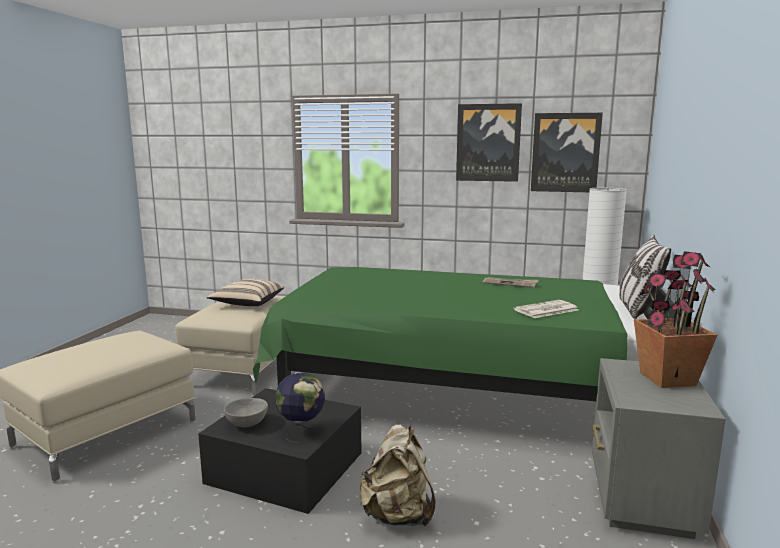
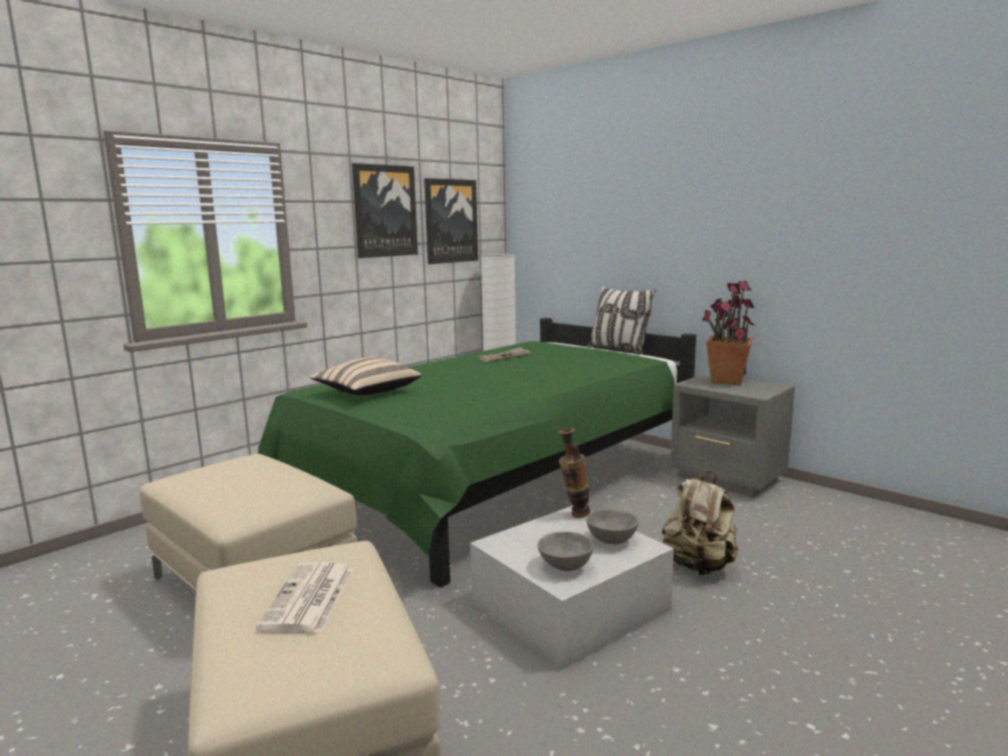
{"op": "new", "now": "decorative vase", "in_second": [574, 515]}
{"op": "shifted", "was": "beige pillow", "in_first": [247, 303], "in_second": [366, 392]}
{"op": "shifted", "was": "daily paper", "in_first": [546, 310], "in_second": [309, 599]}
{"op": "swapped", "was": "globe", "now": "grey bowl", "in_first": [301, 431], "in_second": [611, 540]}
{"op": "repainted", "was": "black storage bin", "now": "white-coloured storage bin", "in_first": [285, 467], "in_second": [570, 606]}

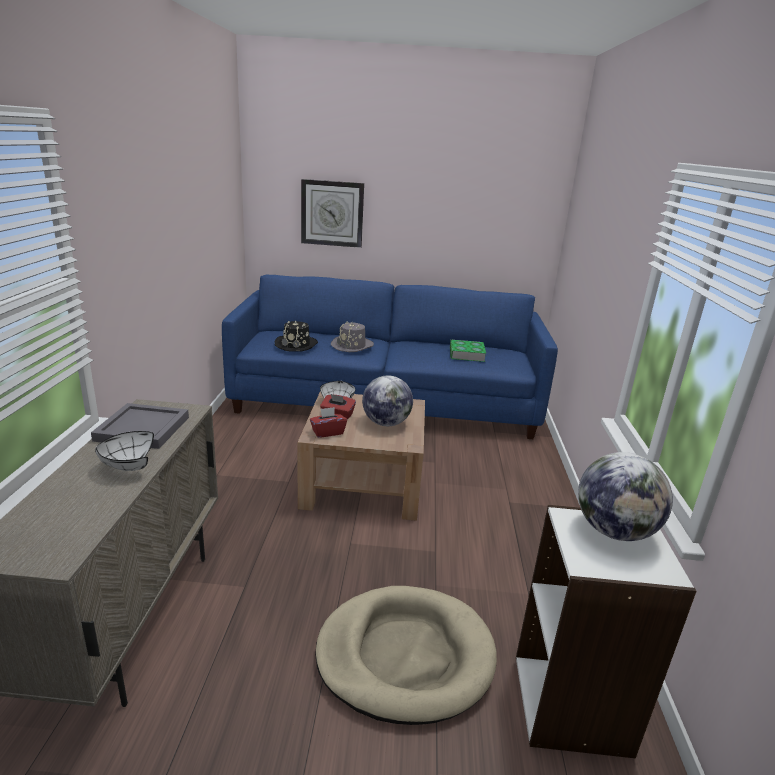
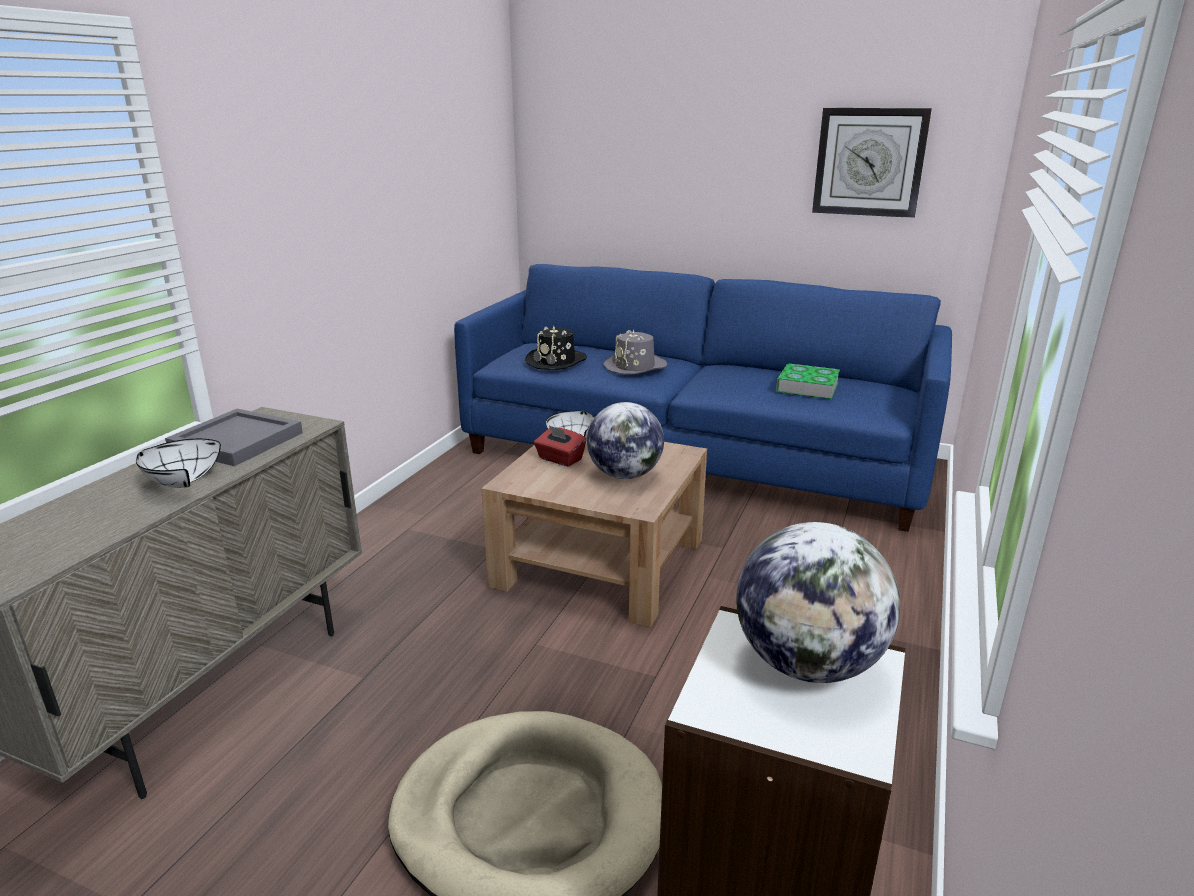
{"op": "gone", "was": "red-coloured box of tissues", "in_first": [327, 432]}
{"op": "shifted", "was": "hanging clock", "in_first": [332, 213], "in_second": [869, 162]}

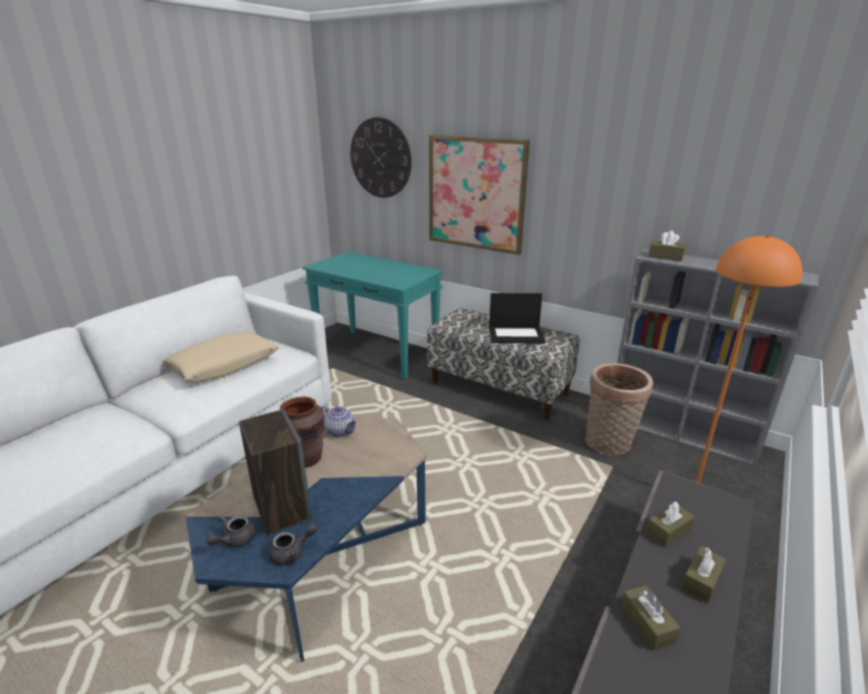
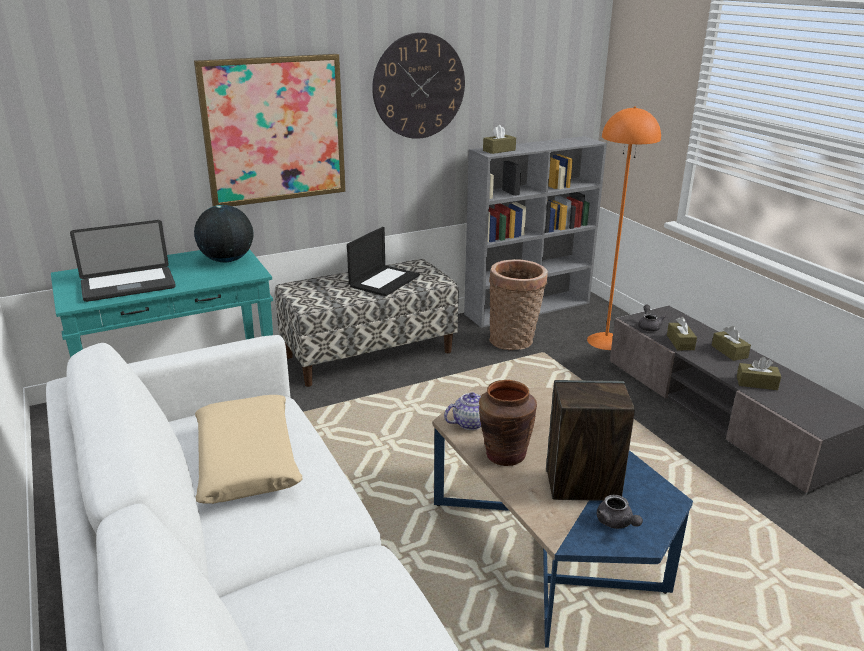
{"op": "new", "now": "notebook computer", "in_second": [128, 285]}
{"op": "new", "now": "globe", "in_second": [227, 260]}
{"op": "shifted", "was": "grey tea pot", "in_first": [292, 553], "in_second": [648, 326]}
{"op": "shifted", "was": "hanging clock", "in_first": [380, 158], "in_second": [419, 86]}

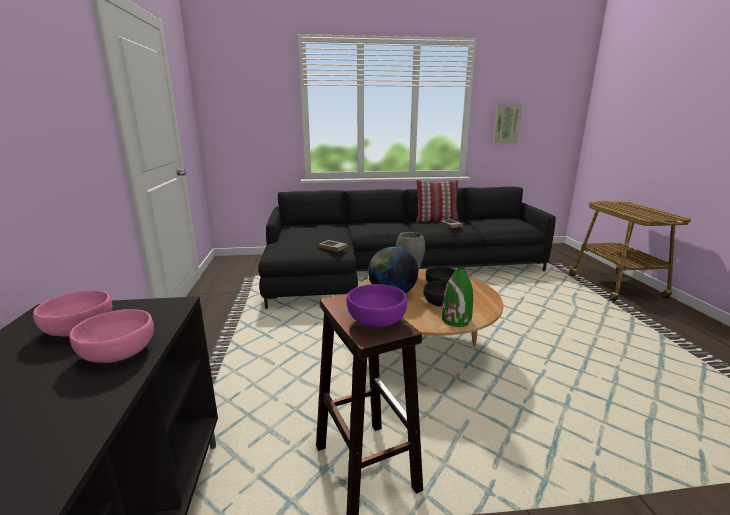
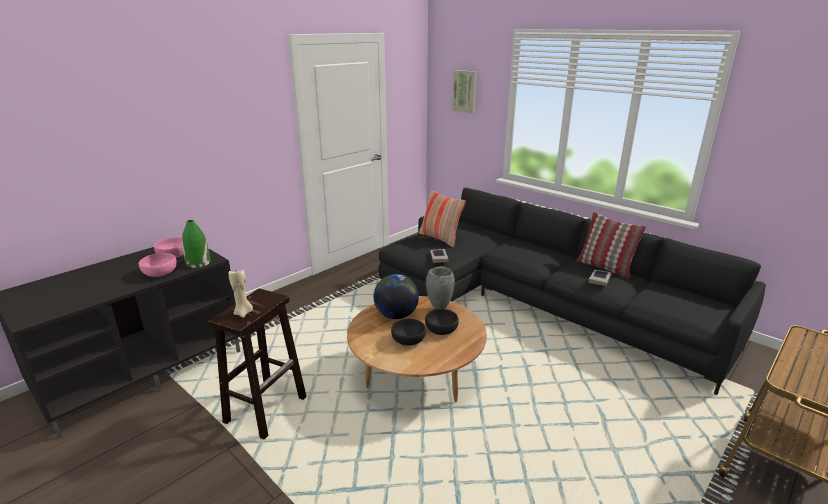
{"op": "new", "now": "pillow", "in_second": [440, 238]}
{"op": "shifted", "was": "green-coloured decorative vase", "in_first": [456, 320], "in_second": [198, 263]}
{"op": "shifted", "was": "wall art", "in_first": [506, 124], "in_second": [465, 91]}
{"op": "swapped", "was": "purplish bowl", "now": "beige wax candle", "in_first": [377, 320], "in_second": [243, 313]}

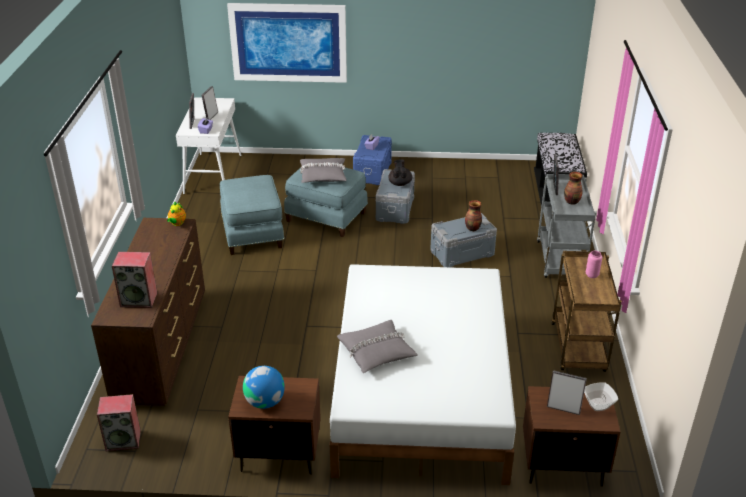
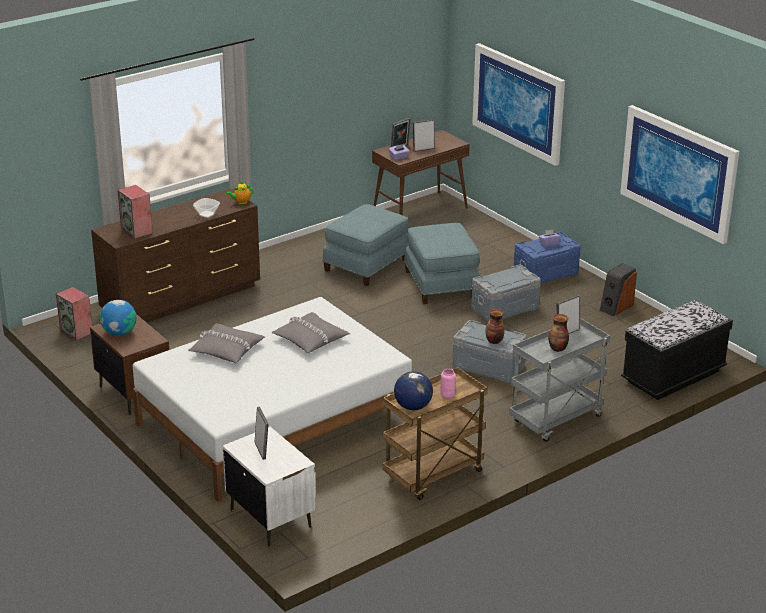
{"op": "gone", "was": "black tea pot", "in_first": [400, 183]}
{"op": "new", "now": "globe", "in_second": [413, 407]}
{"op": "new", "now": "audio speaker", "in_second": [616, 307]}
{"op": "new", "now": "wall art", "in_second": [678, 172]}
{"op": "shifted", "was": "grey pillow", "in_first": [323, 175], "in_second": [310, 339]}
{"op": "shifted", "was": "bowl", "in_first": [598, 404], "in_second": [207, 214]}
{"op": "repainted", "was": "white-coloured console table", "now": "brownish console table", "in_first": [213, 174], "in_second": [420, 211]}
{"op": "repainted", "was": "brownish nightstand", "now": "white-coloured nightstand", "in_first": [562, 464], "in_second": [270, 518]}

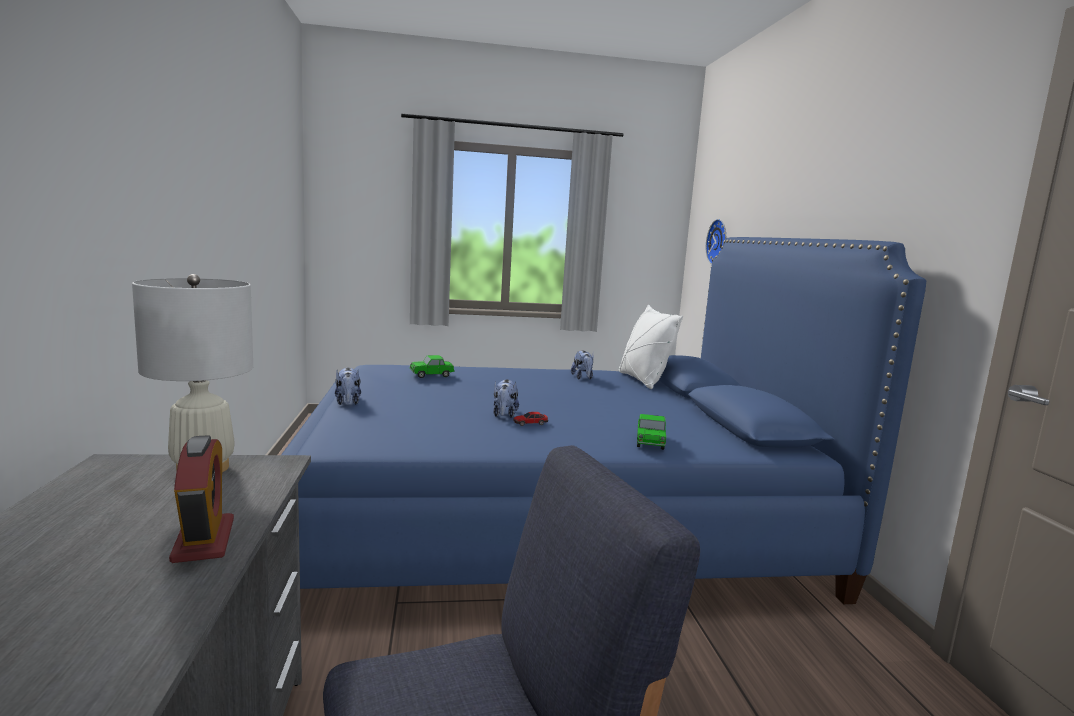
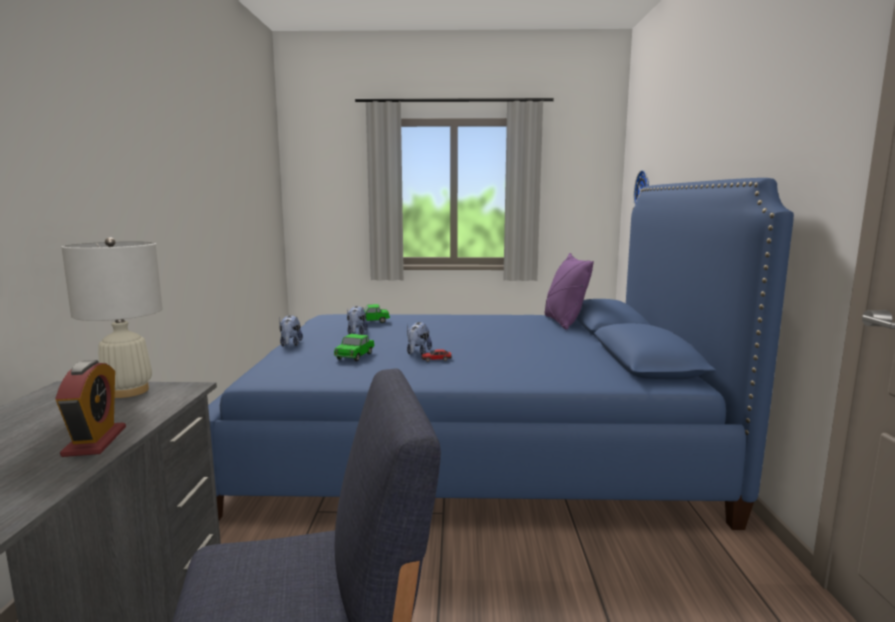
{"op": "shifted", "was": "cuddly toy", "in_first": [582, 378], "in_second": [356, 333]}
{"op": "shifted", "was": "model car", "in_first": [650, 442], "in_second": [355, 356]}
{"op": "repainted", "was": "white-coloured pillow", "now": "purplish pillow", "in_first": [643, 380], "in_second": [564, 322]}

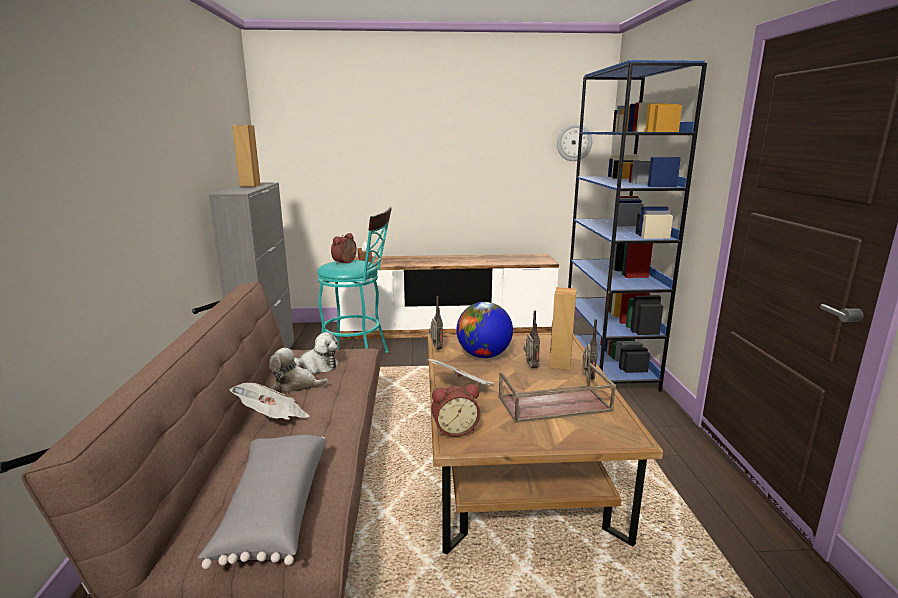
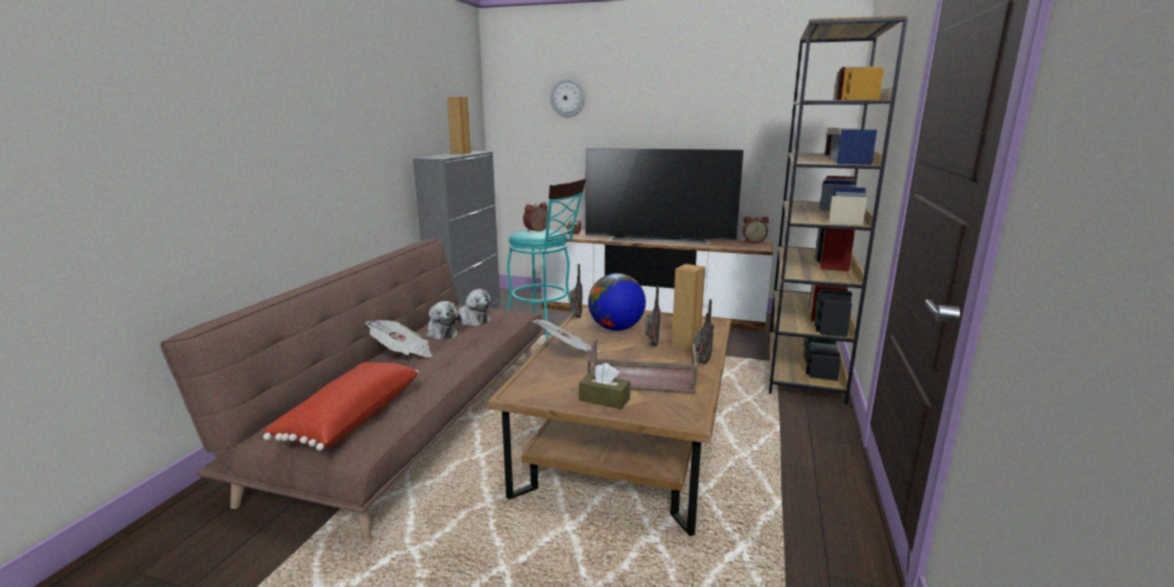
{"op": "new", "now": "brownish box of tissues", "in_second": [604, 399]}
{"op": "new", "now": "TV set", "in_second": [659, 239]}
{"op": "shifted", "was": "table clock", "in_first": [454, 429], "in_second": [753, 241]}
{"op": "shifted", "was": "hanging clock", "in_first": [574, 142], "in_second": [568, 98]}
{"op": "repainted", "was": "grey pillow", "now": "red-coloured pillow", "in_first": [273, 511], "in_second": [350, 418]}
{"op": "repainted", "was": "blue shelving unit", "now": "brownish shelving unit", "in_first": [608, 365], "in_second": [804, 369]}
{"op": "rotated", "was": "cuddly toy", "in_first": [296, 385], "in_second": [442, 332], "clockwise": -150}

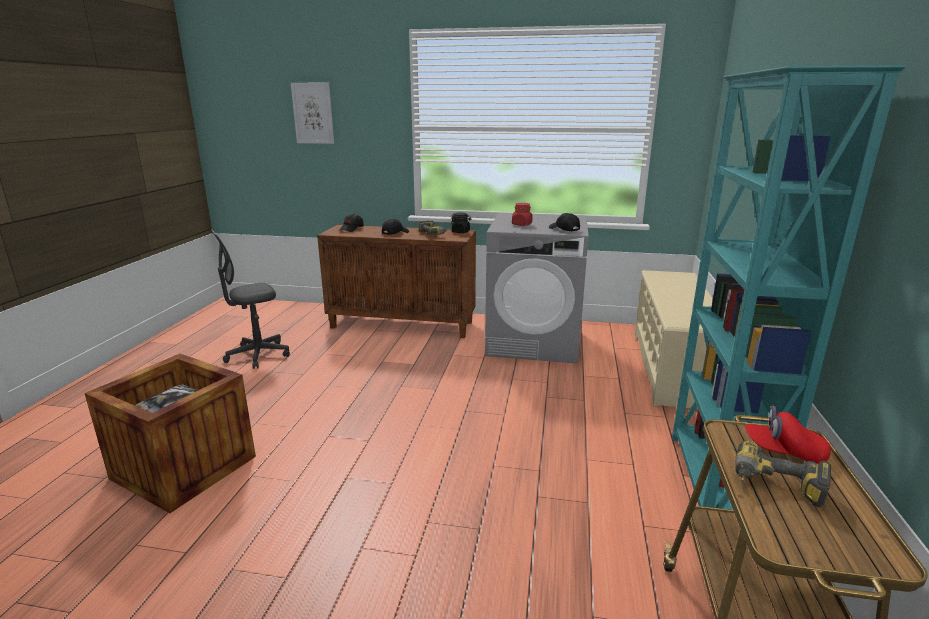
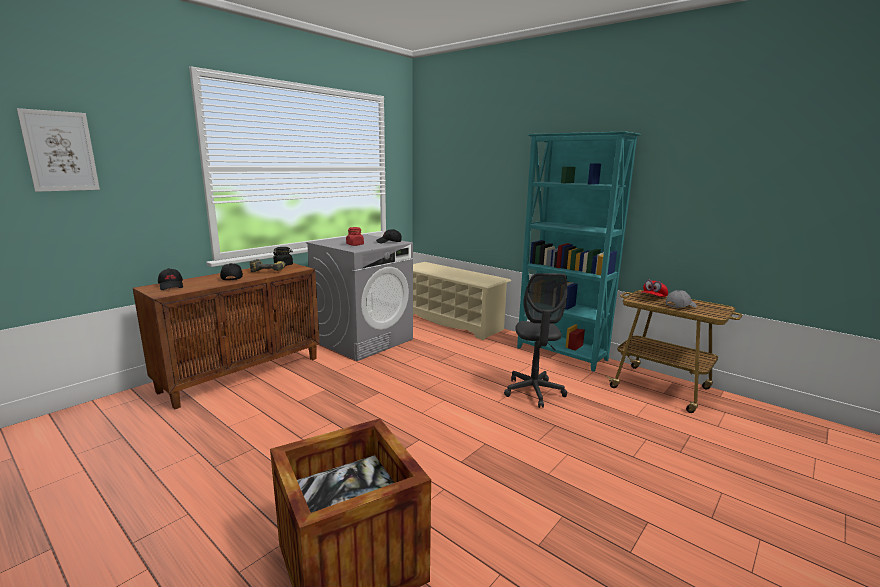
{"op": "shifted", "was": "grey office chair", "in_first": [258, 355], "in_second": [534, 392]}
{"op": "swapped", "was": "power drill", "now": "grey baseball cap", "in_first": [775, 488], "in_second": [680, 306]}

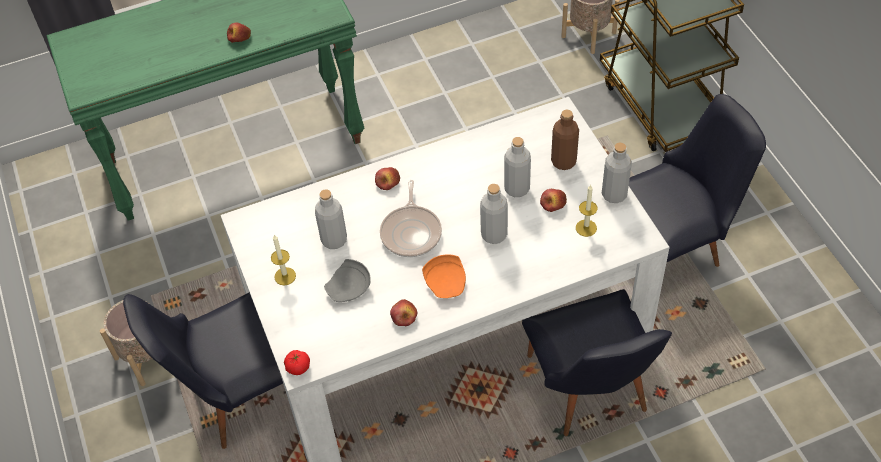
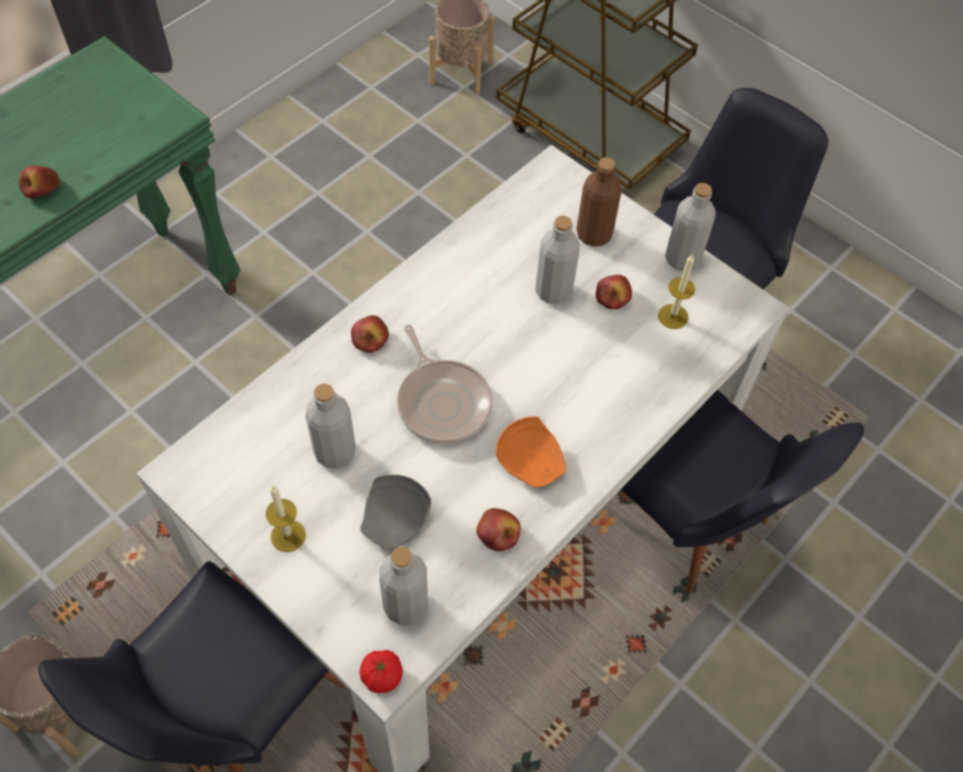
{"op": "shifted", "was": "grey drink bottle", "in_first": [494, 234], "in_second": [406, 605]}

